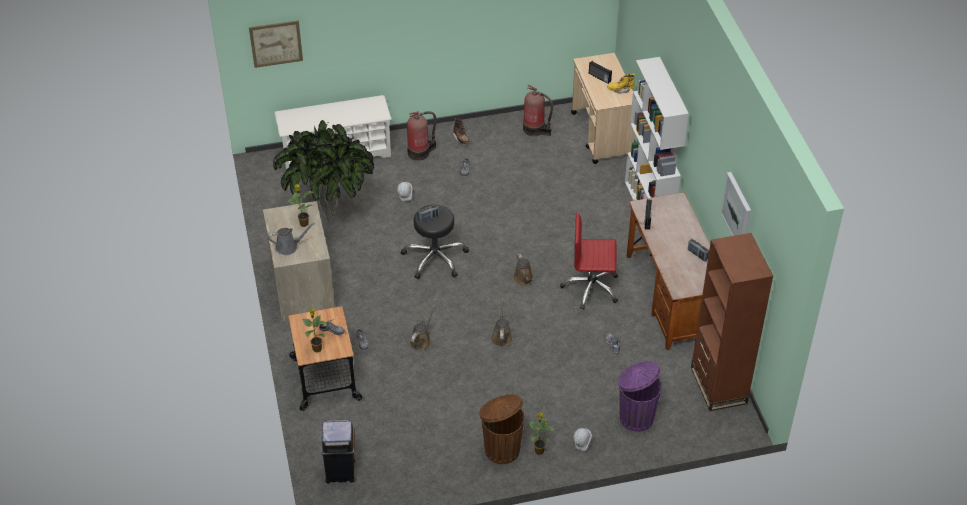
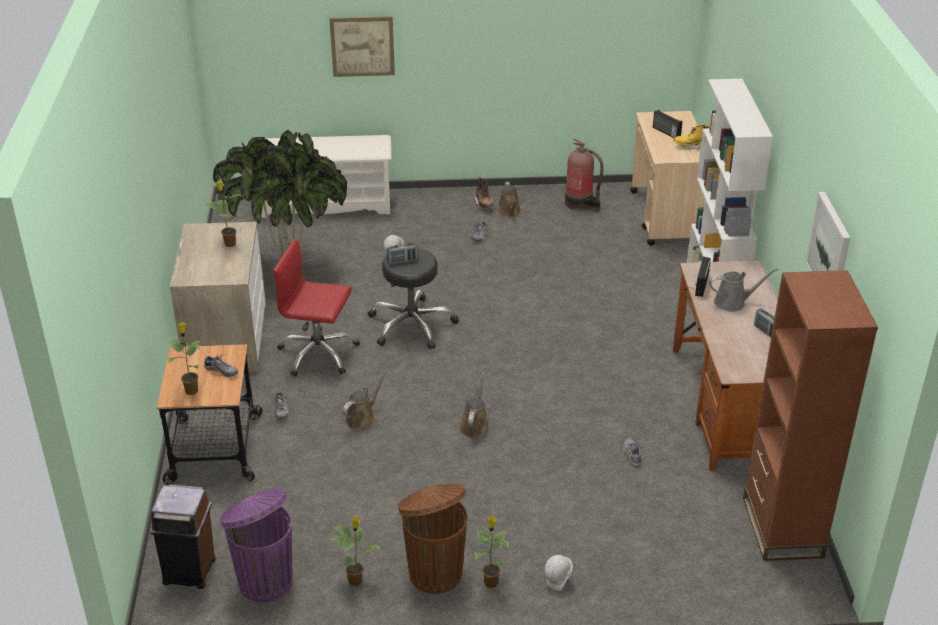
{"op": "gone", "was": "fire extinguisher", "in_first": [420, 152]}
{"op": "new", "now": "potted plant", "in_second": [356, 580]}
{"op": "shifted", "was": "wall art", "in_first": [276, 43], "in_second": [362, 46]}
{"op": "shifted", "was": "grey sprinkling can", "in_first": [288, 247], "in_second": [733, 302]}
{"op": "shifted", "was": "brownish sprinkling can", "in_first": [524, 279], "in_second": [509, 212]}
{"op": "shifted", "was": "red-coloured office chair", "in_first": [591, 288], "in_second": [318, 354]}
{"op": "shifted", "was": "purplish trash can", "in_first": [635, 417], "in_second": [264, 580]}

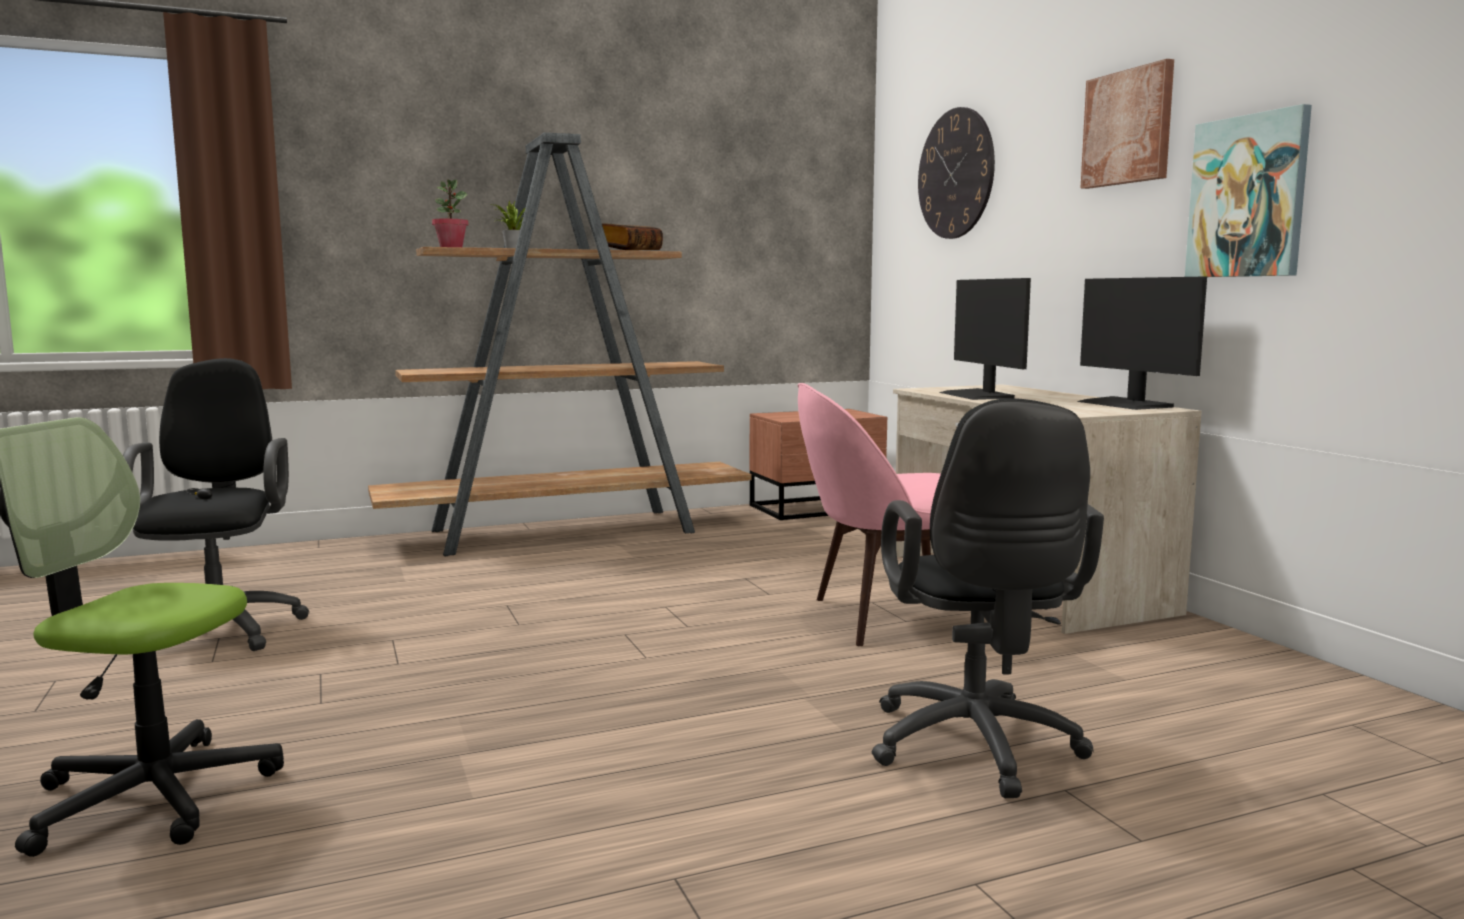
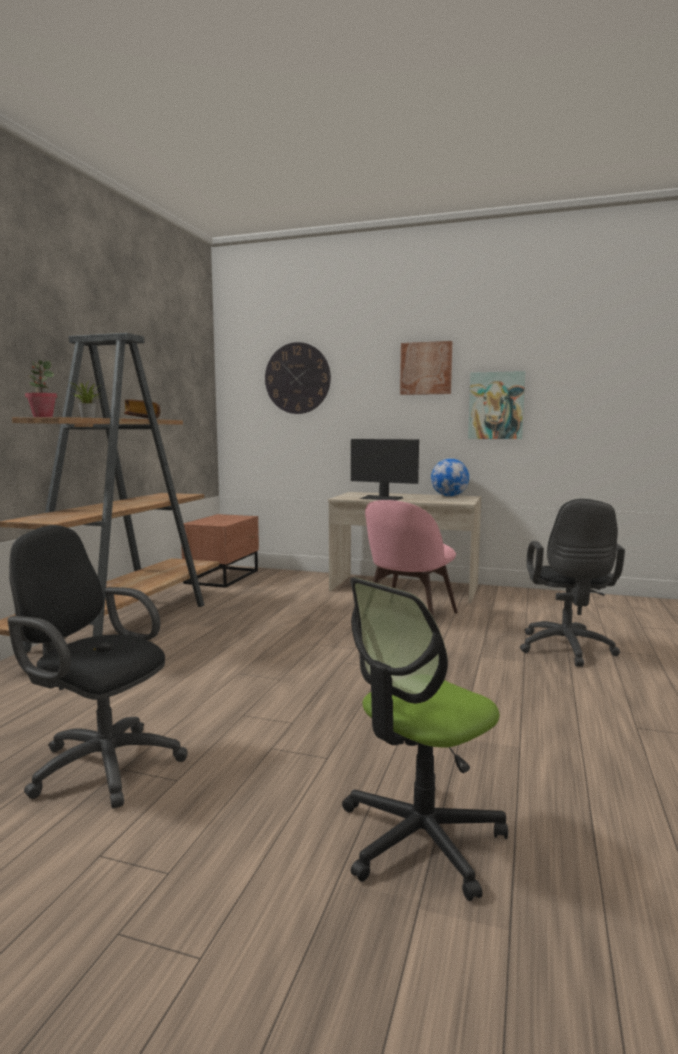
{"op": "swapped", "was": "computer screen", "now": "globe", "in_first": [1126, 404], "in_second": [449, 496]}
{"op": "rotated", "was": "black office chair", "in_first": [976, 750], "in_second": [566, 650], "clockwise": 60}

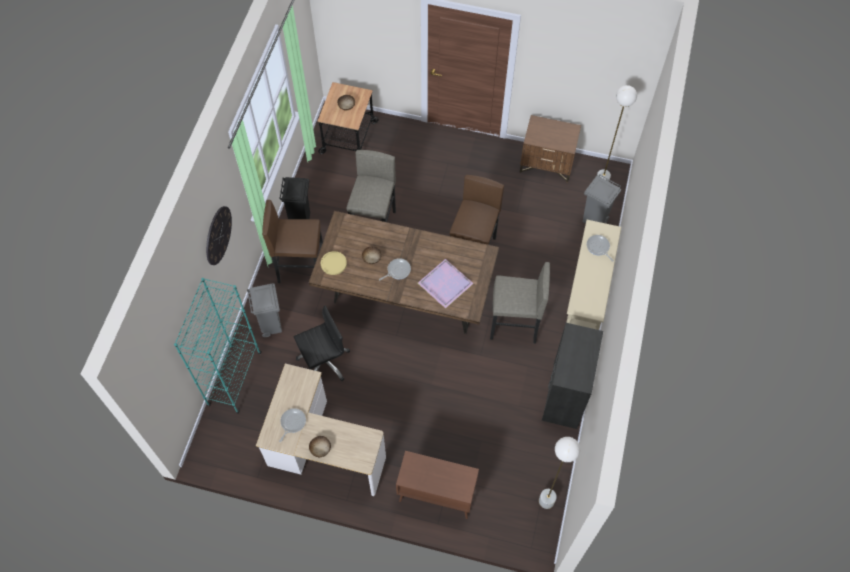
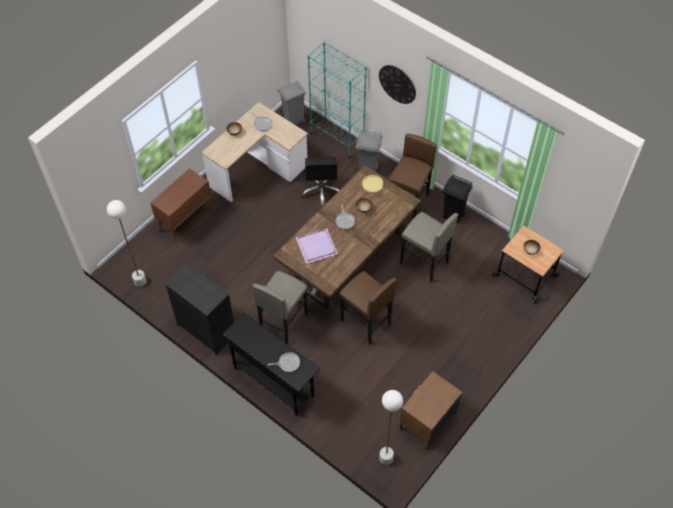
{"op": "shifted", "was": "grey trash can", "in_first": [594, 221], "in_second": [293, 121]}
{"op": "repainted", "was": "beige console table", "now": "black console table", "in_first": [584, 304], "in_second": [273, 381]}

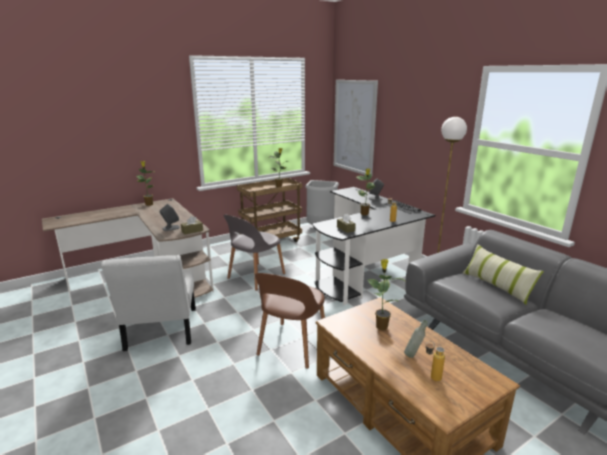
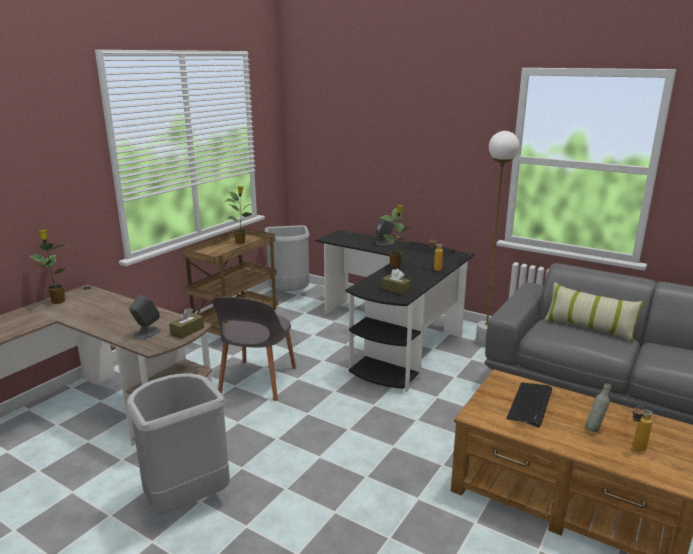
{"op": "gone", "was": "brownish chair", "in_first": [292, 345]}
{"op": "gone", "was": "wall art", "in_first": [354, 127]}
{"op": "swapped", "was": "white-coloured chair", "now": "grey trash can", "in_first": [161, 332], "in_second": [186, 500]}
{"op": "swapped", "was": "potted plant", "now": "computer keyboard", "in_first": [381, 326], "in_second": [530, 404]}

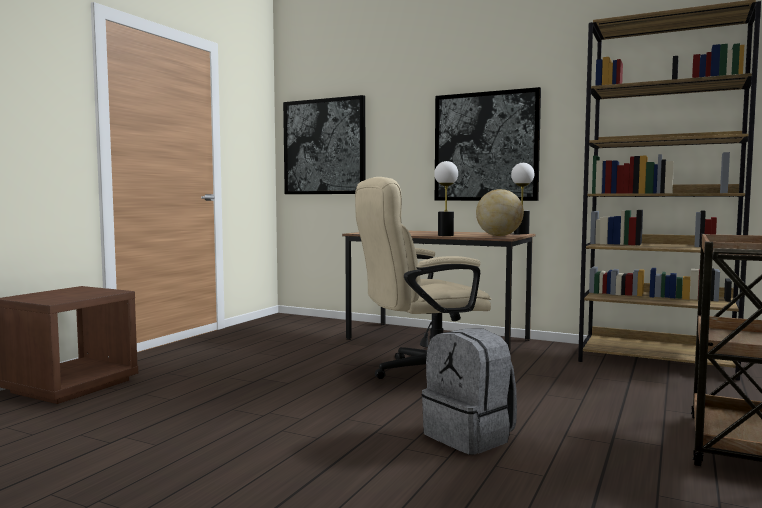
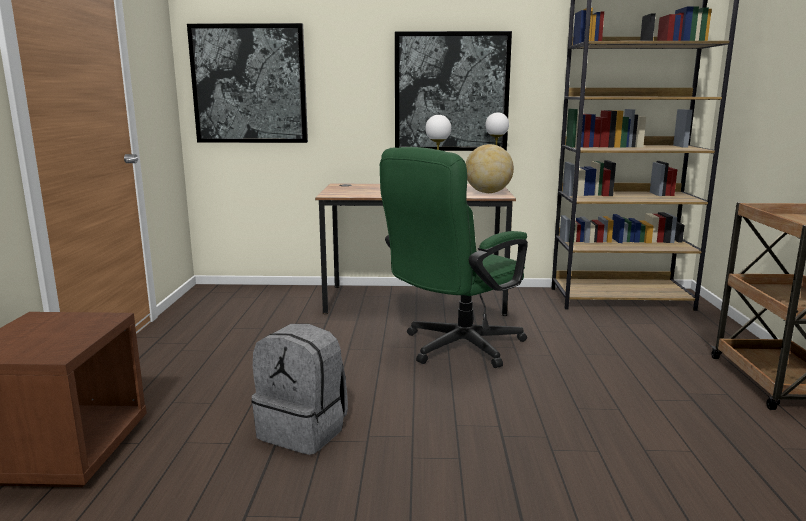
{"op": "shifted", "was": "grey backpack", "in_first": [470, 436], "in_second": [304, 431]}
{"op": "repainted", "was": "beige office chair", "now": "green-coloured office chair", "in_first": [423, 373], "in_second": [454, 348]}

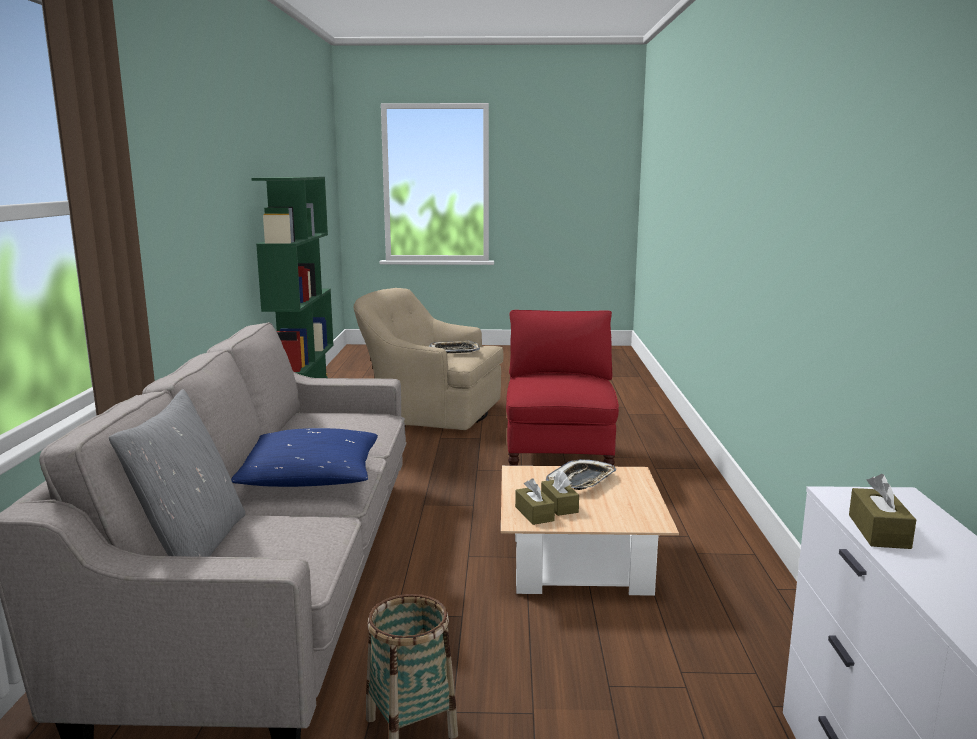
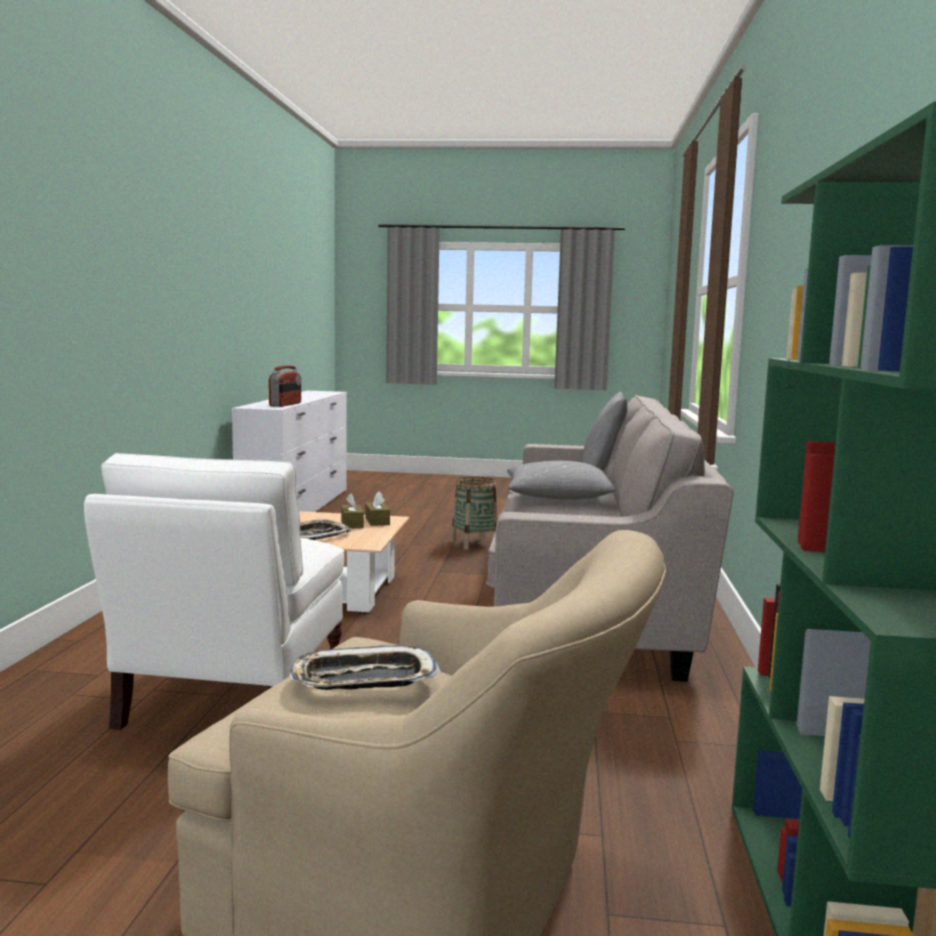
{"op": "swapped", "was": "brownish box of tissues", "now": "radio", "in_first": [878, 531], "in_second": [286, 404]}
{"op": "repainted", "was": "blue pillow", "now": "grey pillow", "in_first": [311, 477], "in_second": [557, 497]}
{"op": "repainted", "was": "red-coloured lounge chair", "now": "white-coloured lounge chair", "in_first": [559, 461], "in_second": [231, 696]}

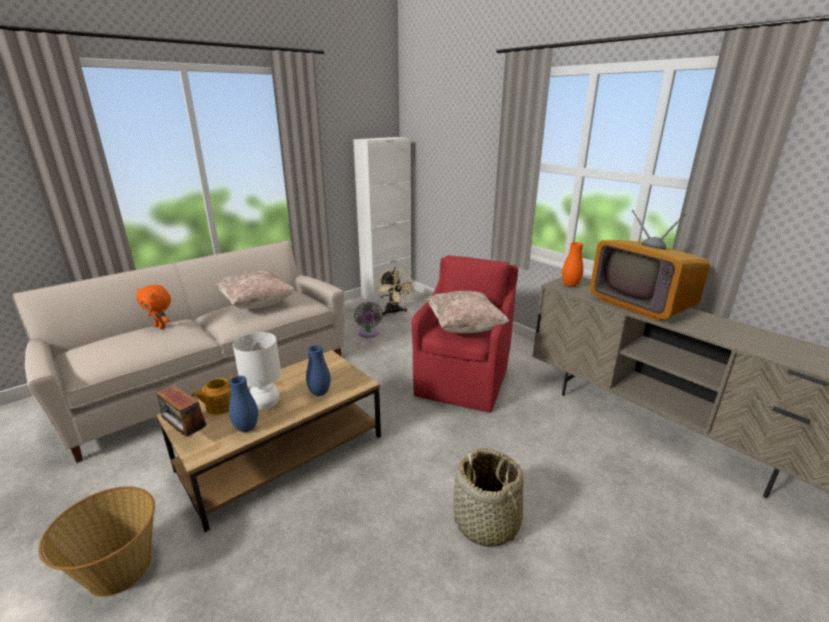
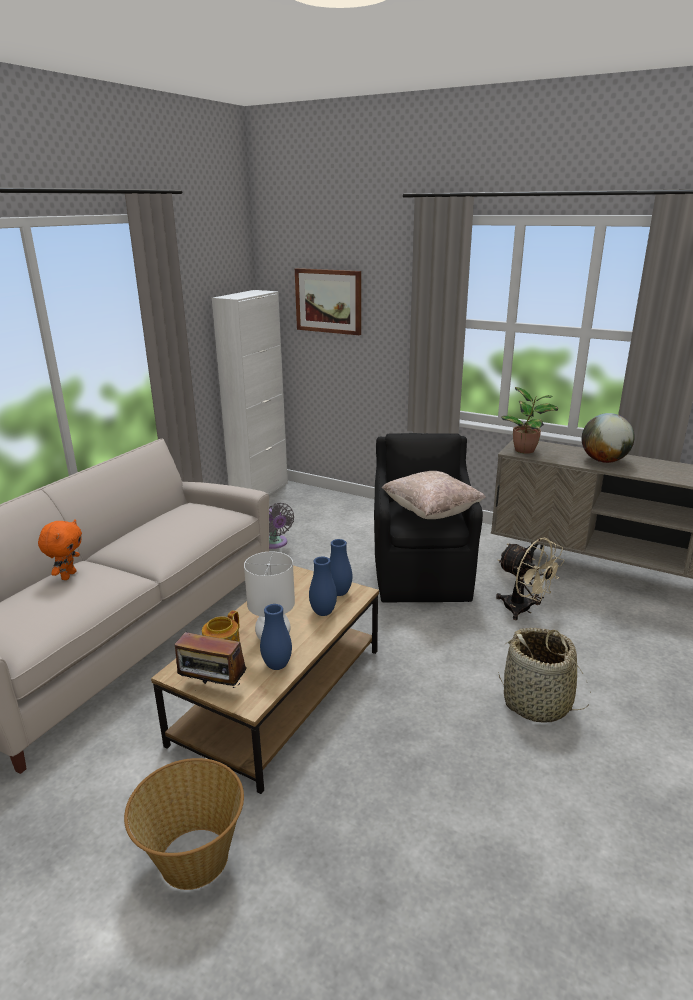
{"op": "gone", "was": "beige pillow", "in_first": [257, 304]}
{"op": "new", "now": "wall art", "in_second": [328, 301]}
{"op": "new", "now": "blue decorative vase", "in_second": [339, 593]}
{"op": "shifted", "was": "beige electric fan", "in_first": [394, 312], "in_second": [523, 610]}
{"op": "swapped", "was": "orange decorative vase", "now": "potted plant", "in_first": [570, 285], "in_second": [526, 450]}
{"op": "swapped", "was": "TV set", "now": "globe", "in_first": [640, 305], "in_second": [604, 461]}
{"op": "repainted", "was": "red-coloured lounge chair", "now": "black lounge chair", "in_first": [463, 381], "in_second": [422, 575]}
{"op": "rotated", "was": "orange cuddly toy", "in_first": [161, 327], "in_second": [68, 575], "clockwise": -90}

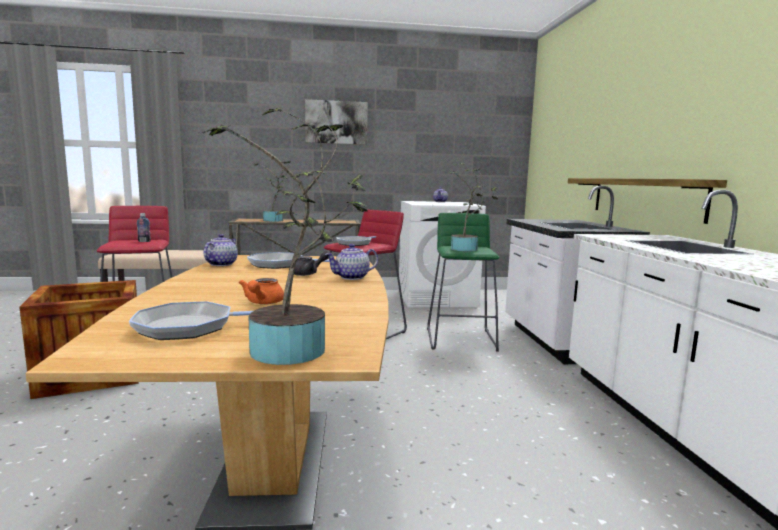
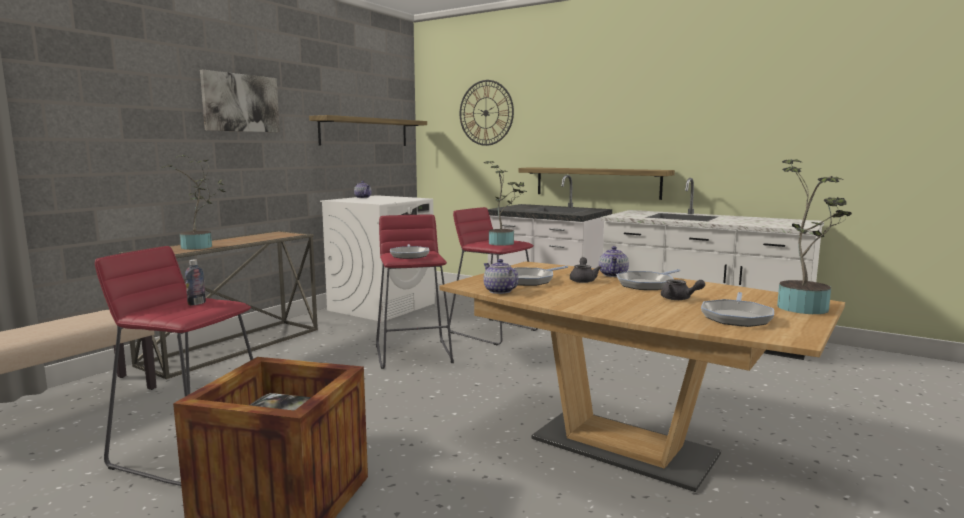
{"op": "new", "now": "wall shelf", "in_second": [365, 132]}
{"op": "new", "now": "hanging clock", "in_second": [486, 113]}
{"op": "new", "now": "frying pan", "in_second": [646, 284]}
{"op": "repainted", "was": "orange tea pot", "now": "grey tea pot", "in_first": [262, 303], "in_second": [679, 299]}
{"op": "repainted", "was": "green-coloured sitting stool", "now": "red-coloured sitting stool", "in_first": [461, 339], "in_second": [493, 331]}

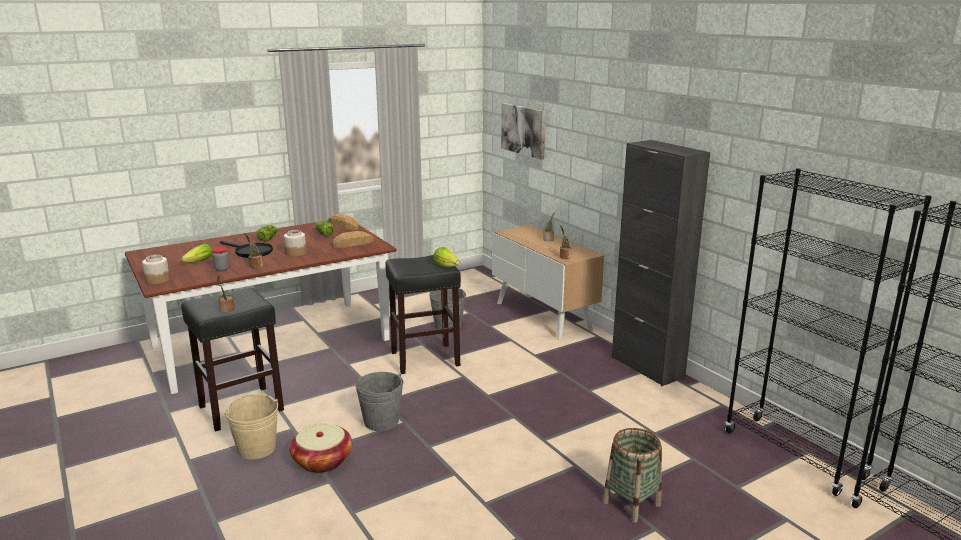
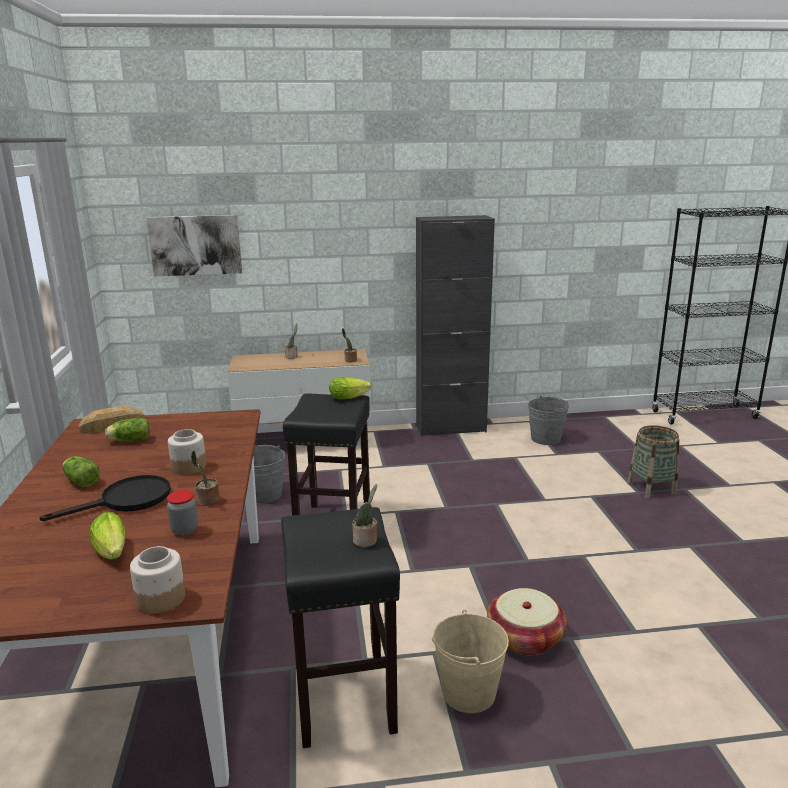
{"op": "gone", "was": "baked bread", "in_first": [353, 243]}
{"op": "gone", "was": "black shelving unit", "in_first": [793, 455]}
{"op": "shifted", "was": "grey bucket", "in_first": [381, 421], "in_second": [545, 439]}

